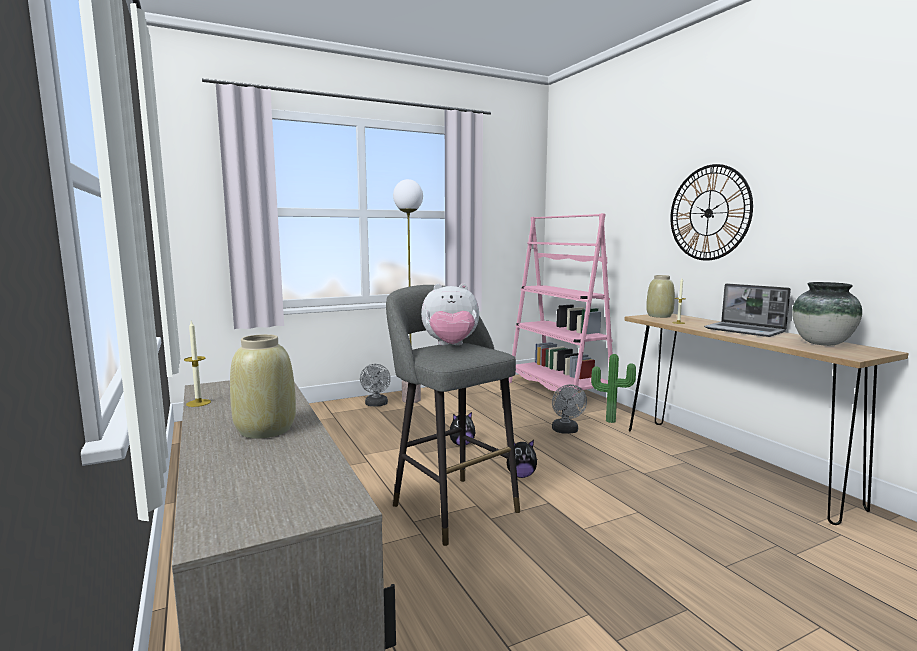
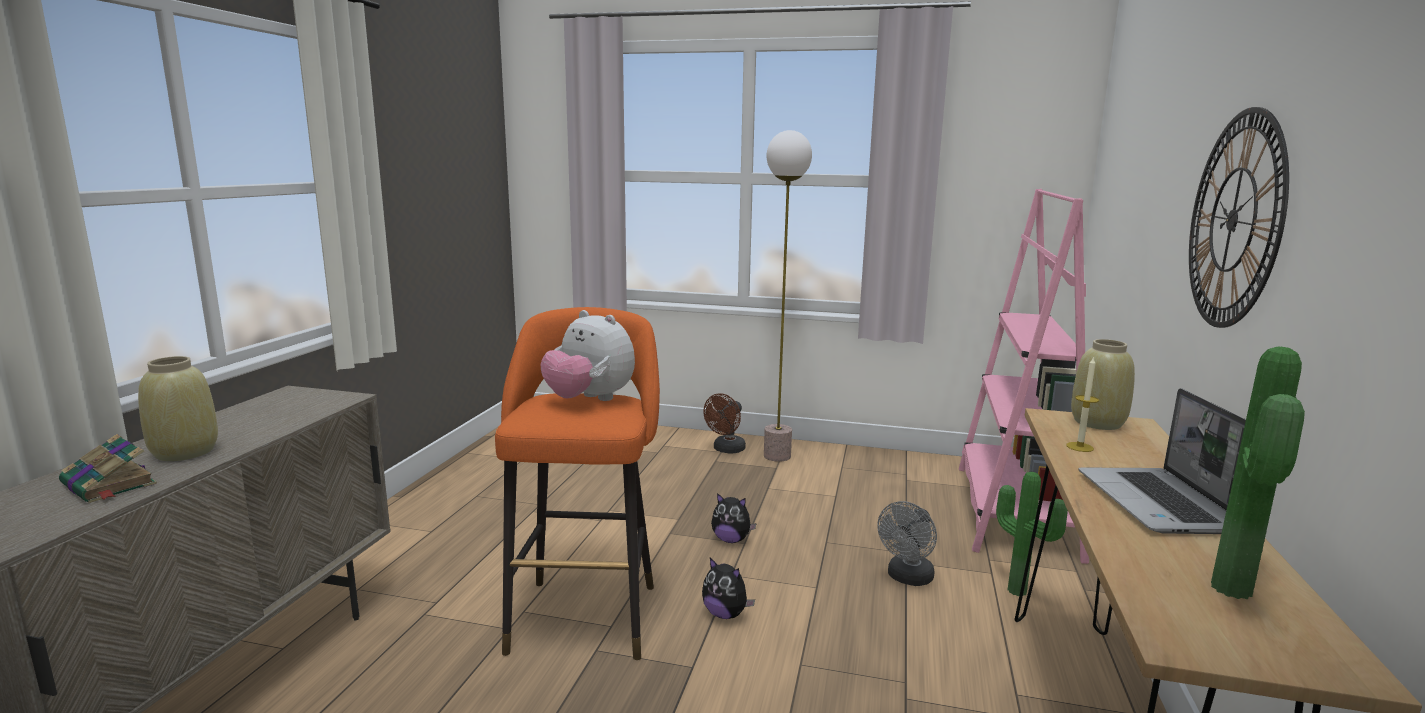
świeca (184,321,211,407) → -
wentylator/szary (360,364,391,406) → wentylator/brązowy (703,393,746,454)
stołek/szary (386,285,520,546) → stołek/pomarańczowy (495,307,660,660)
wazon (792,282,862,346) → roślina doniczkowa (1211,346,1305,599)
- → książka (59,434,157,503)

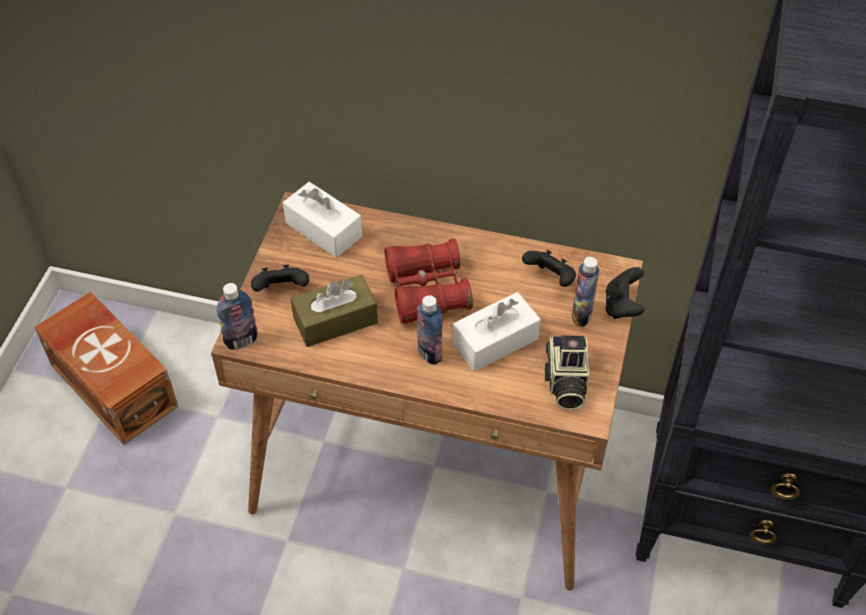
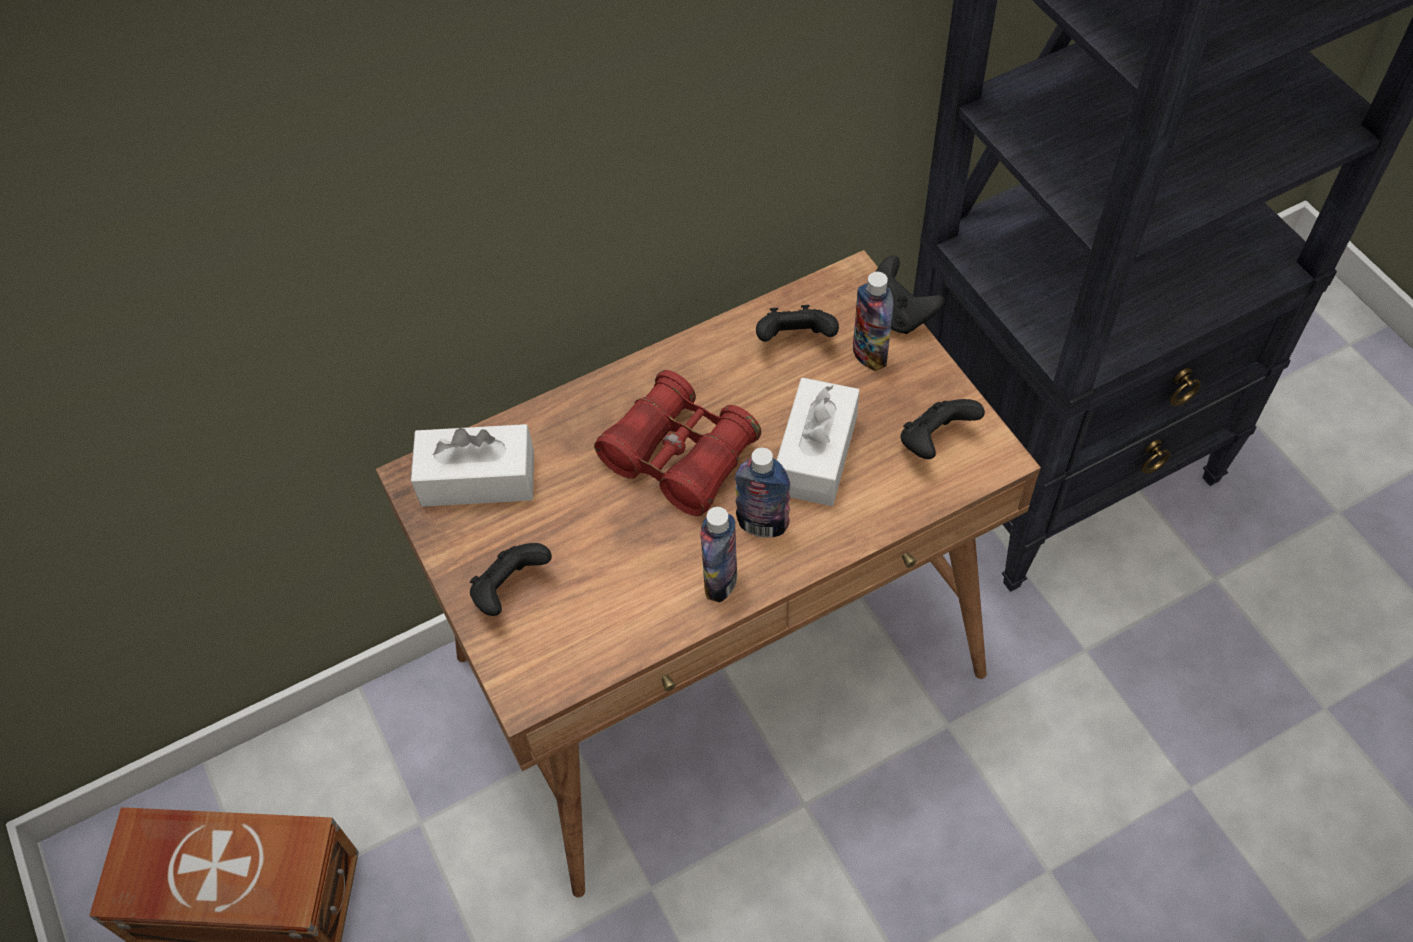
butelka (217,283,258,349) → butelka (700,507,737,602), move
pudełko chusteczek/brązowy (290,274,378,347) → -
aparat fotograficzny (545,335,589,410) → pad do gier/czarny (901,399,985,459)

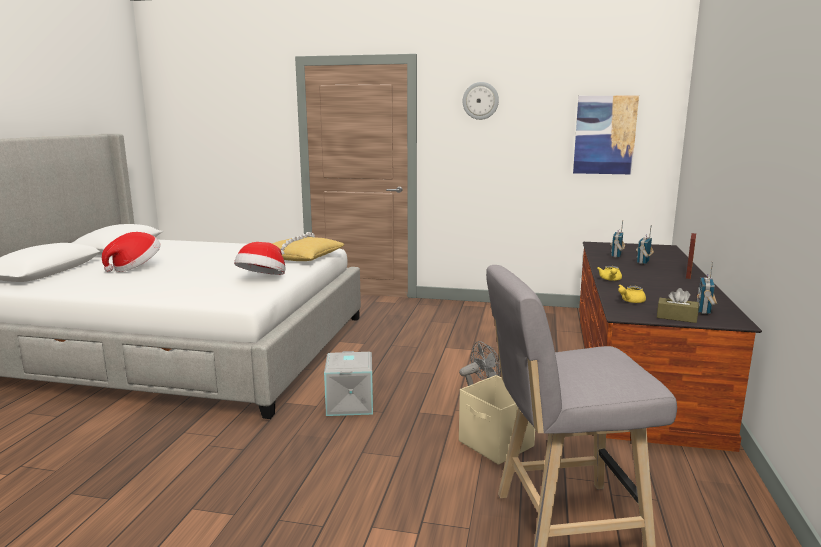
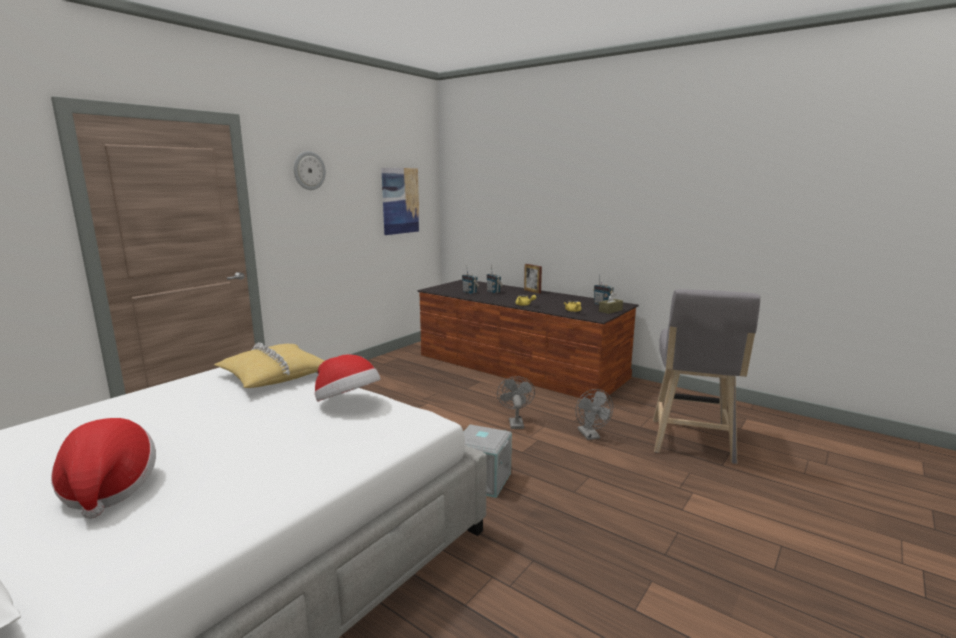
pojemnik do przechowywania/beżowy (459,375,535,465) → wentylator/szary (576,389,613,440)

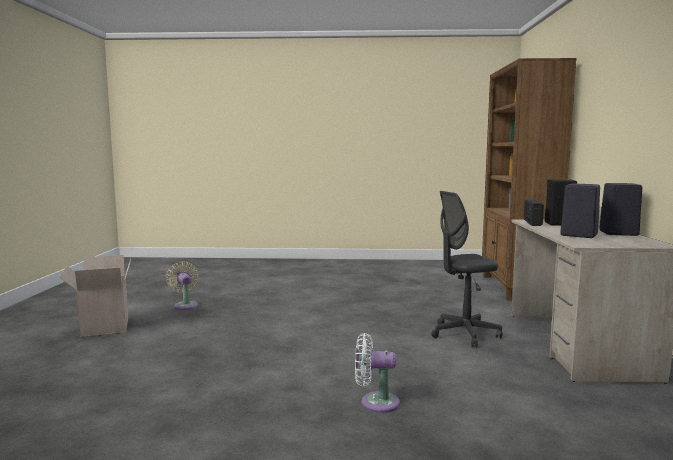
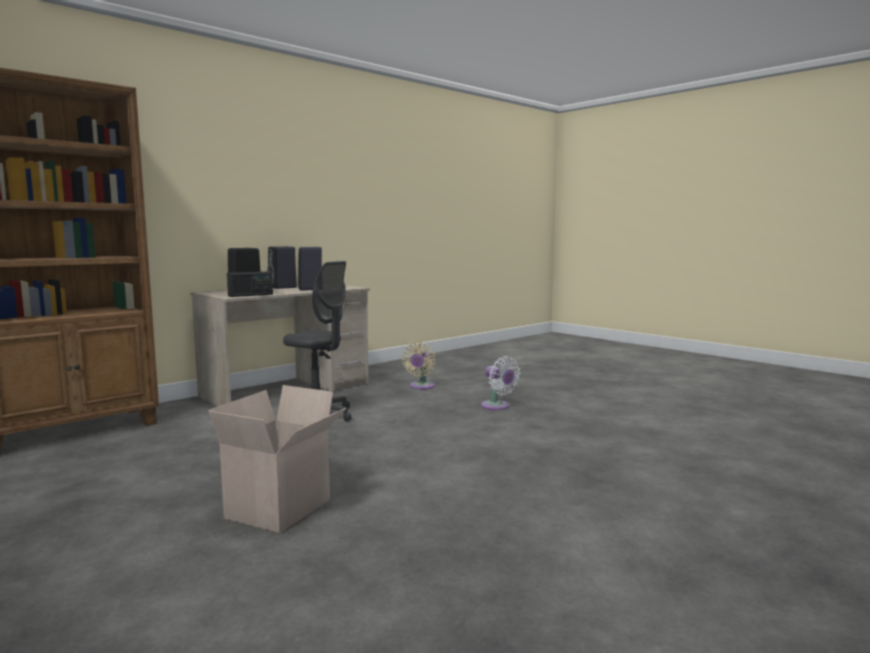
karton (59,255,131,337) → karton (208,385,346,533), move
wentylator/beżowy (166,262,198,310) → wentylator/beżowy (402,342,436,390), move

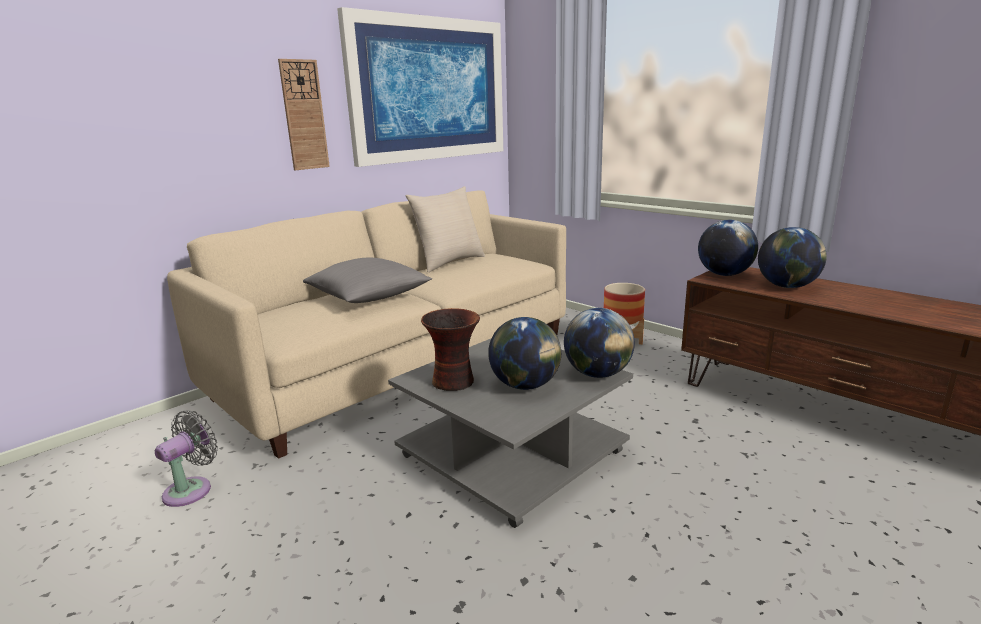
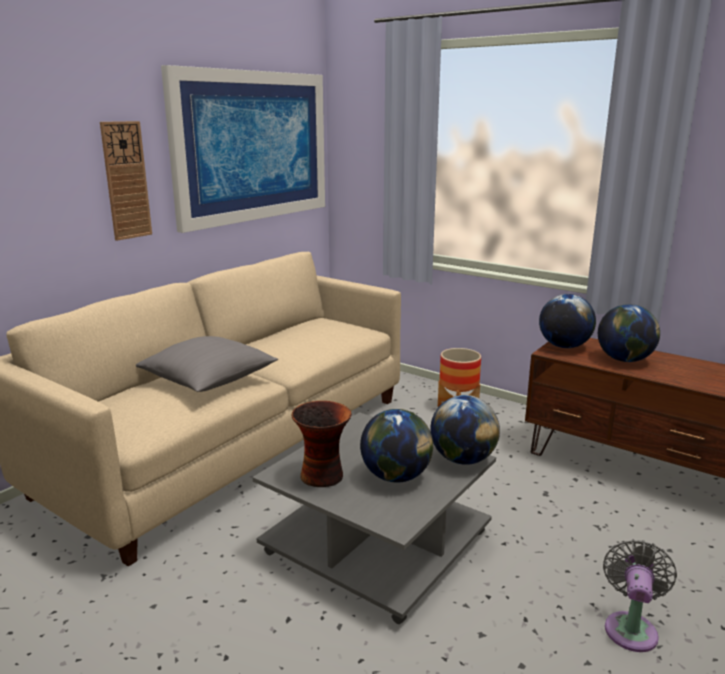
wentylator/szary (155,410,218,507) → wentylator/szary (603,539,677,652), move
poduszka/beżowy (405,186,485,272) → -

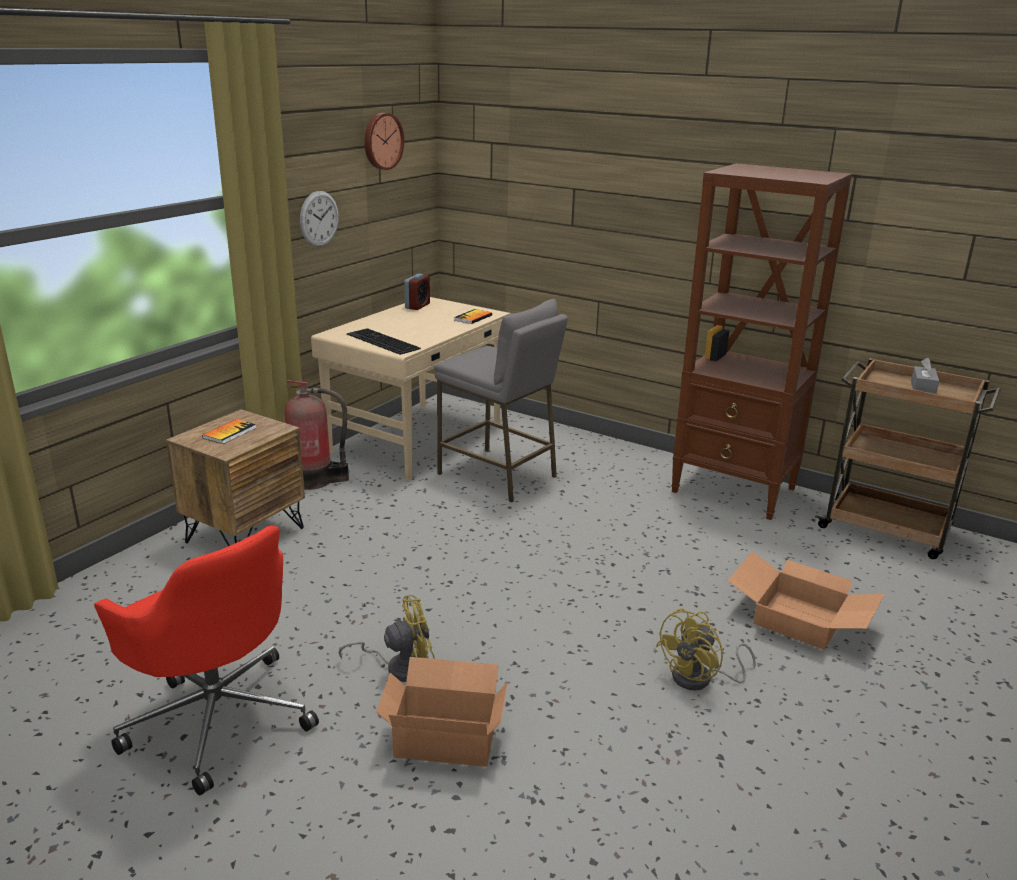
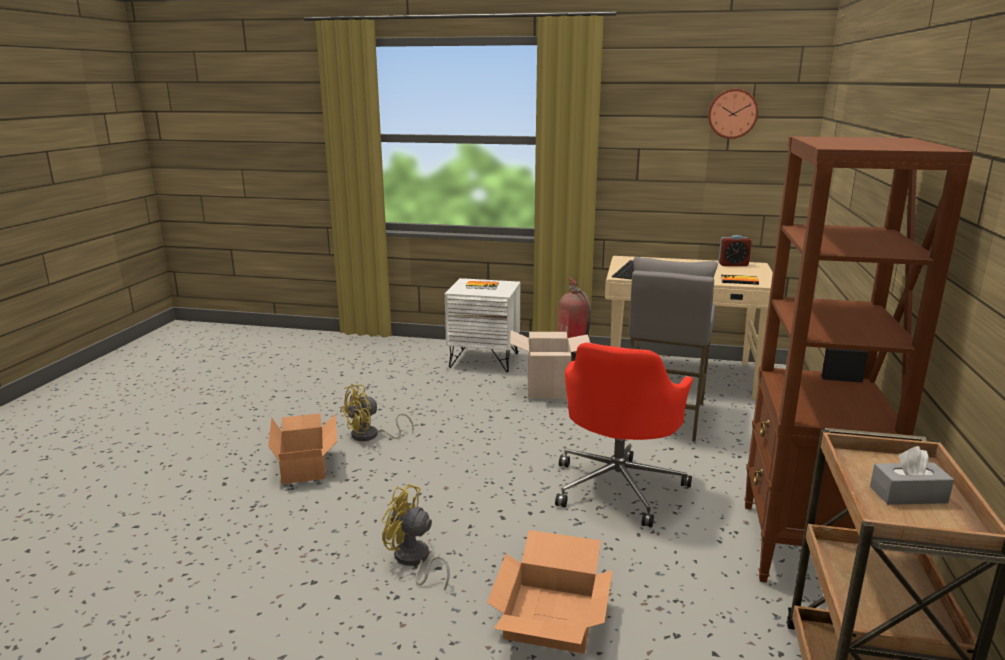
krzesło biurowe/czerwony (94,526,319,795) → krzesło biurowe/czerwony (555,342,693,528), move
szafka nocna/brązowy (166,409,305,546) → szafka nocna/biały (445,278,520,372)
zegar ścienny (300,191,339,247) → -
wentylator/żółty (339,595,435,682) → wentylator/żółty (340,384,414,441), 90 degrees clockwise
- → karton (510,330,590,399)

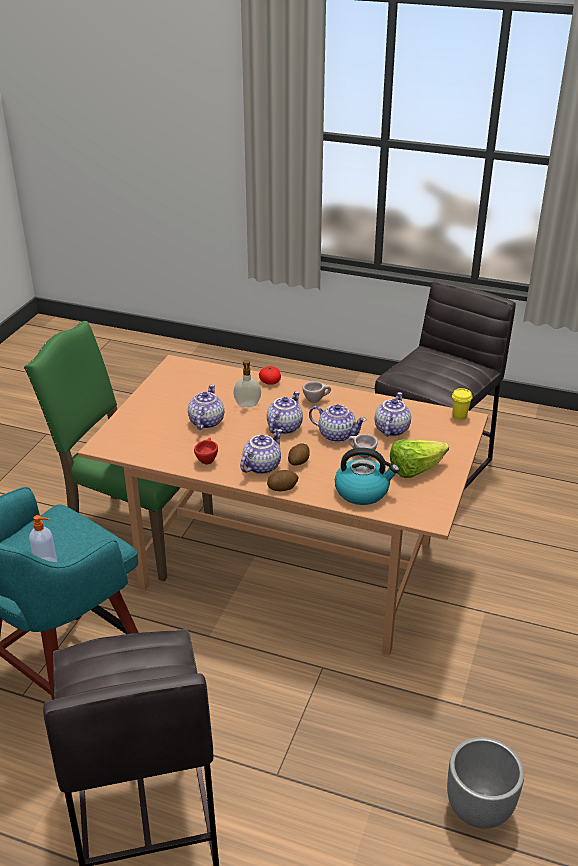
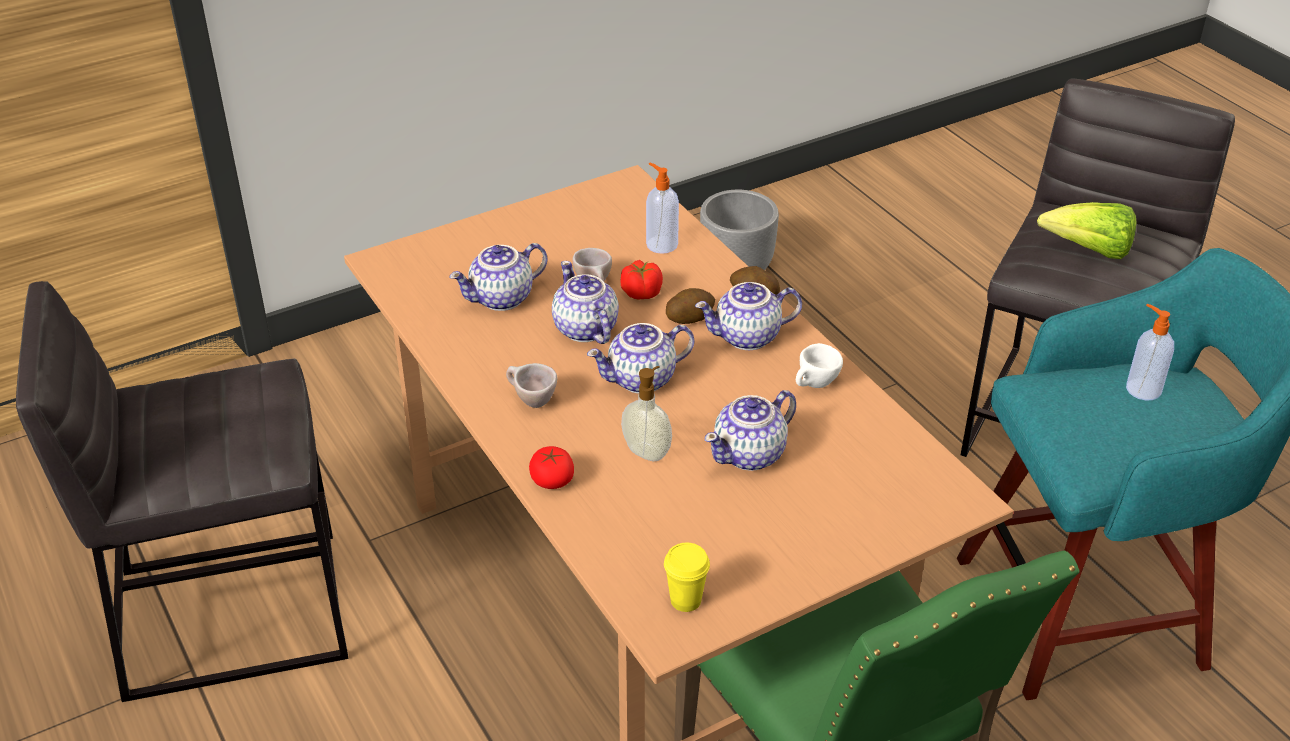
filiżanka/czerwony (194,438,218,464) → filiżanka/biały (796,343,843,388)
czajnik (335,448,399,505) → dozownik mydła (646,163,679,254)
sałata (390,439,449,478) → sałata (1037,202,1137,259), move
filiżanka/żółty (452,388,472,420) → filiżanka/żółty (664,543,710,612), move
- → pomidor (620,260,663,299)

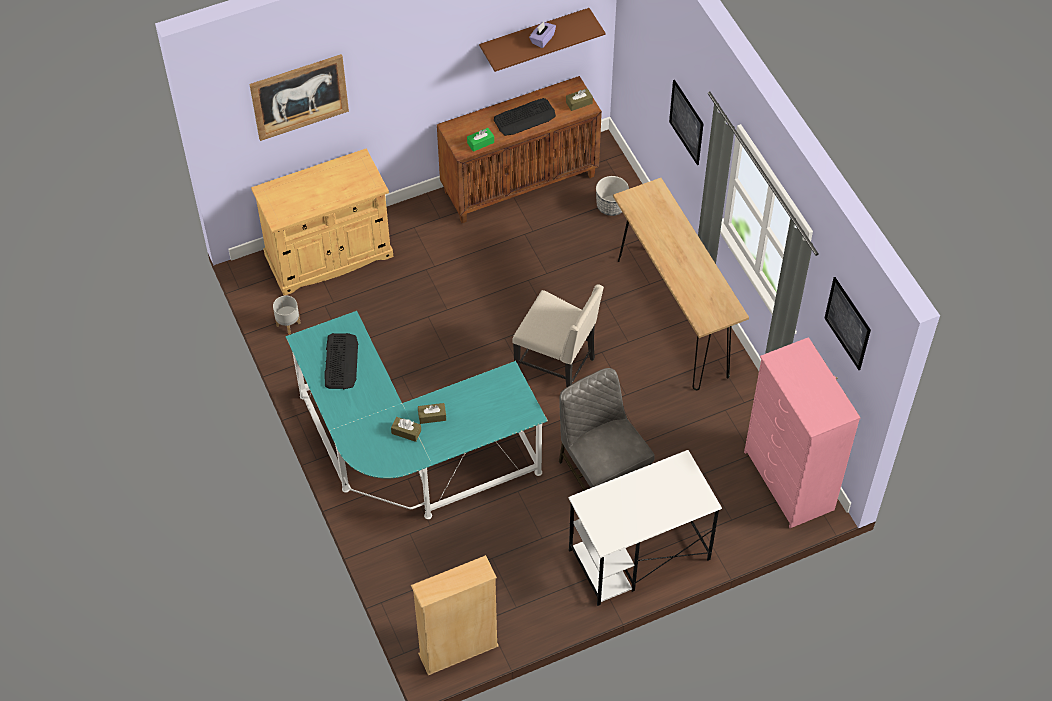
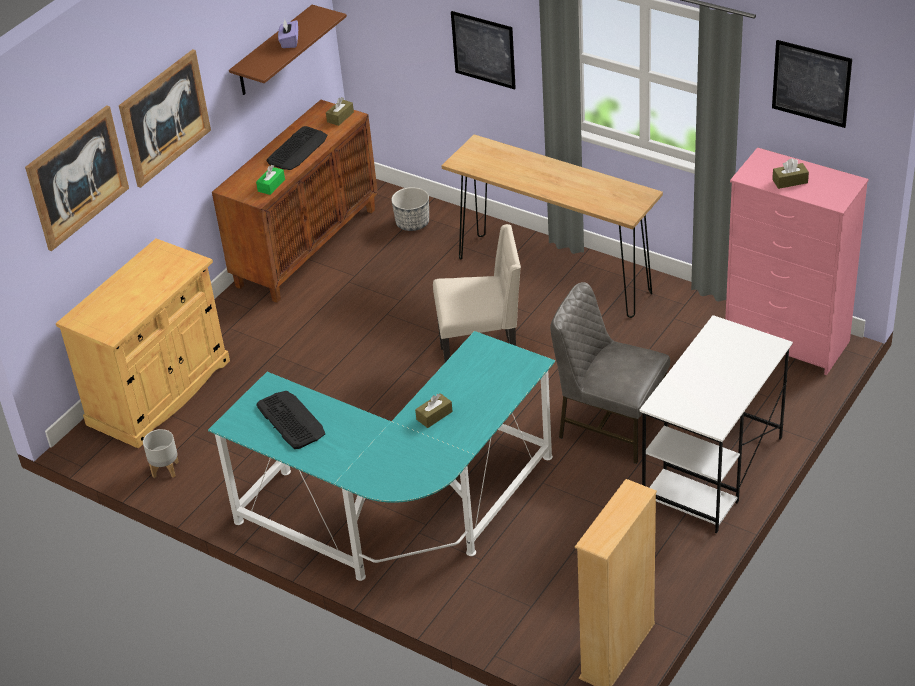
pudełko chusteczek/brązowy (391,417,421,442) → pudełko chusteczek/brązowy (772,158,809,189), move
- → obraz (119,49,211,188)

